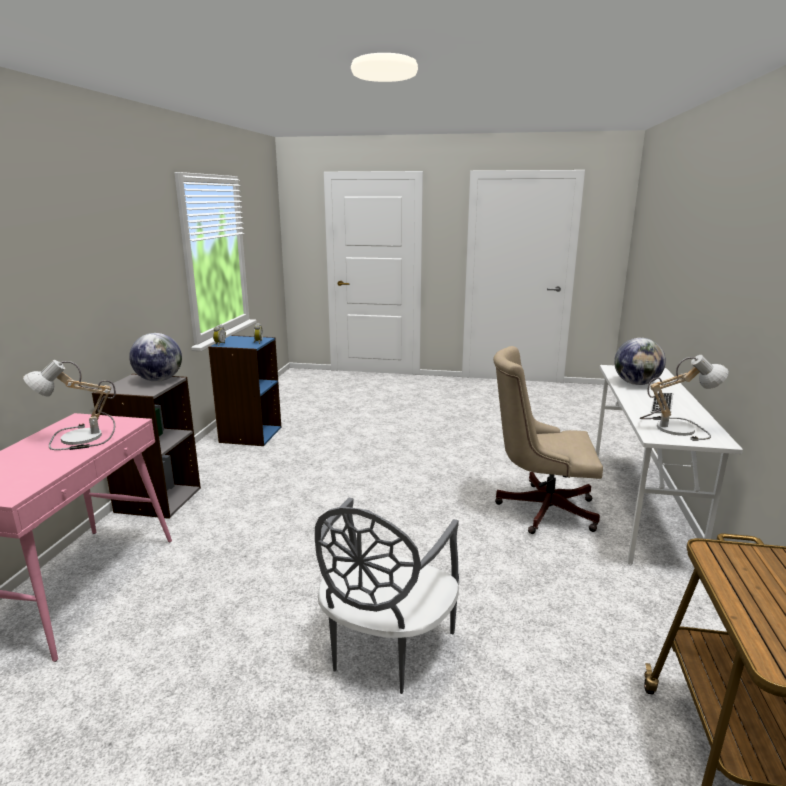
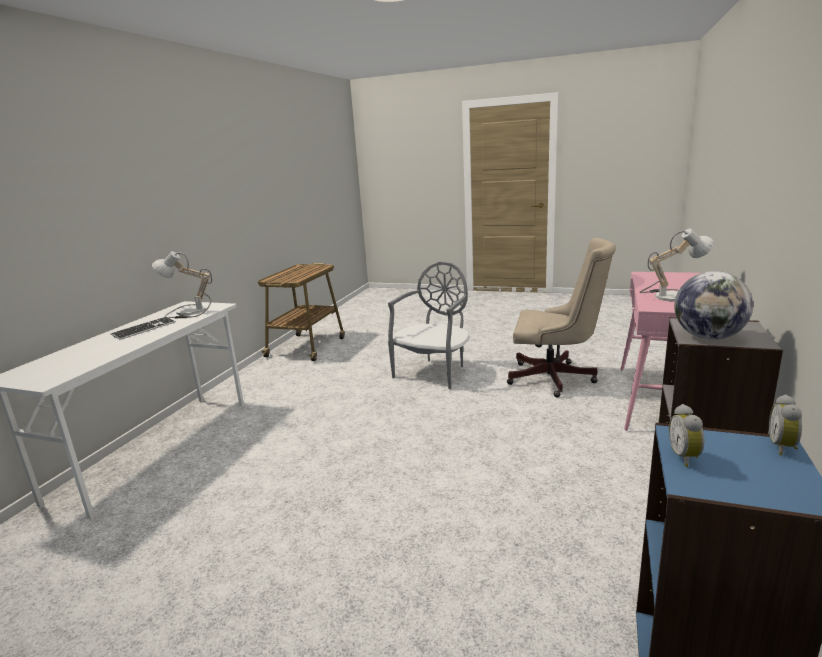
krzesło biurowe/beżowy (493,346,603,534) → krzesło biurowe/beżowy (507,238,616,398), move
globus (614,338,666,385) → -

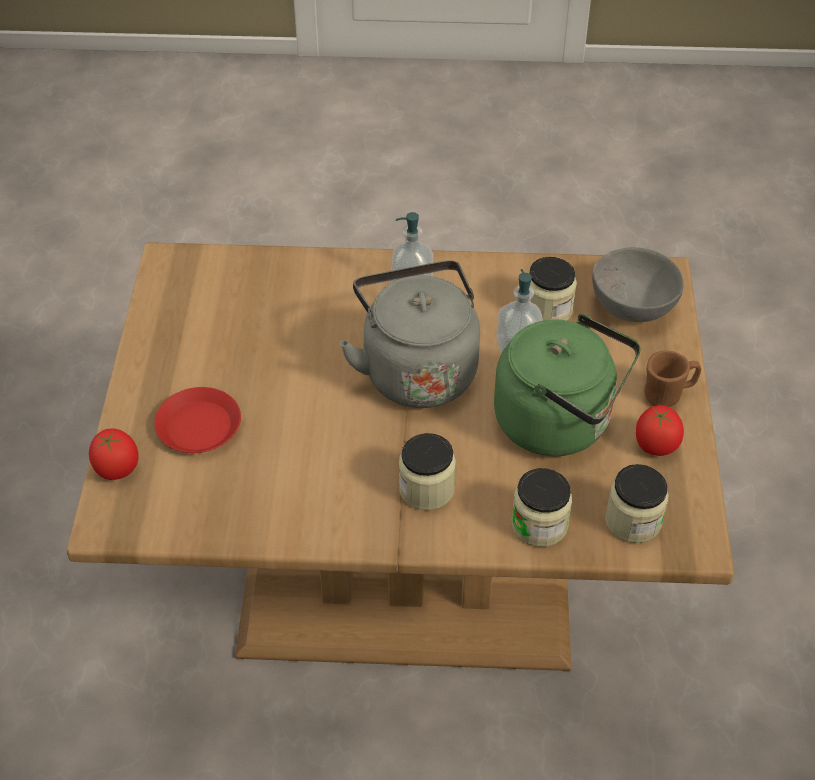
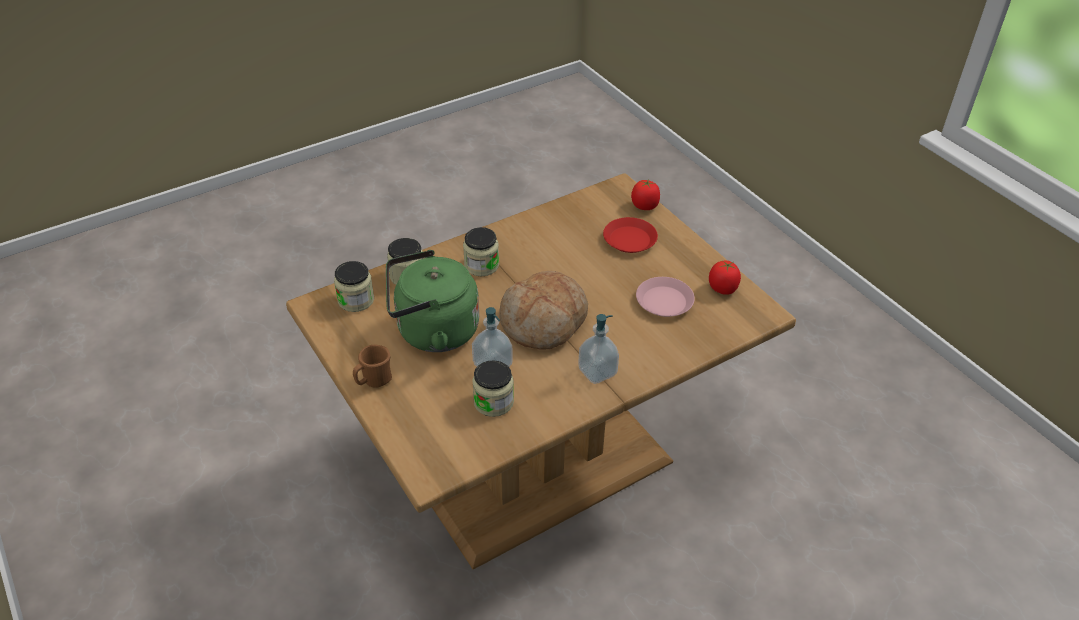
czajnik/szary (339,260,480,408) → chleb (499,271,588,350)
miska/szary (592,247,684,322) → -
pomidor (636,405,684,456) → pomidor (709,261,741,295), move
- → talerz/różowy (636,277,695,317)

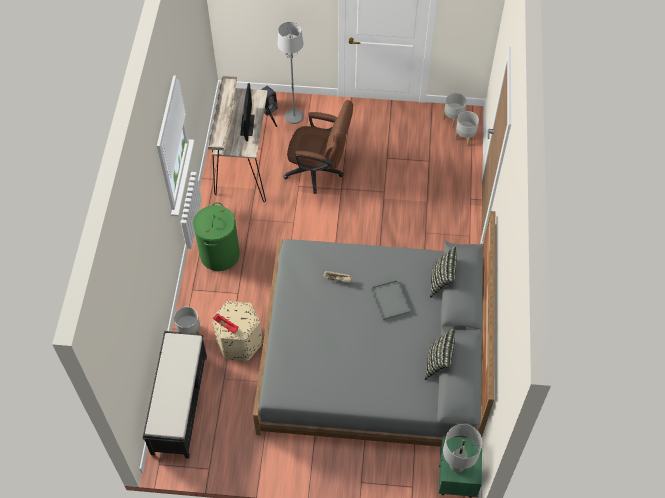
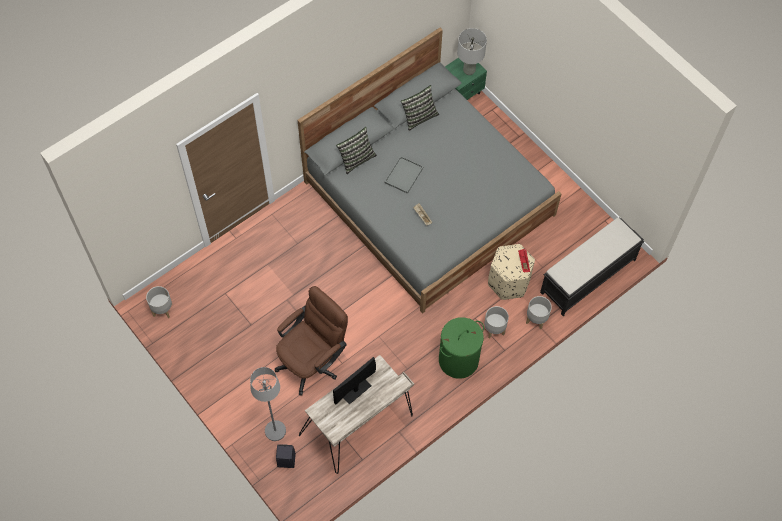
krzesło biurowe/brązowy (283,100,353,194) → krzesło biurowe/brązowy (275,286,348,396), 75 degrees clockwise
donica/szary (455,111,479,146) → donica/szary (484,306,509,339), move

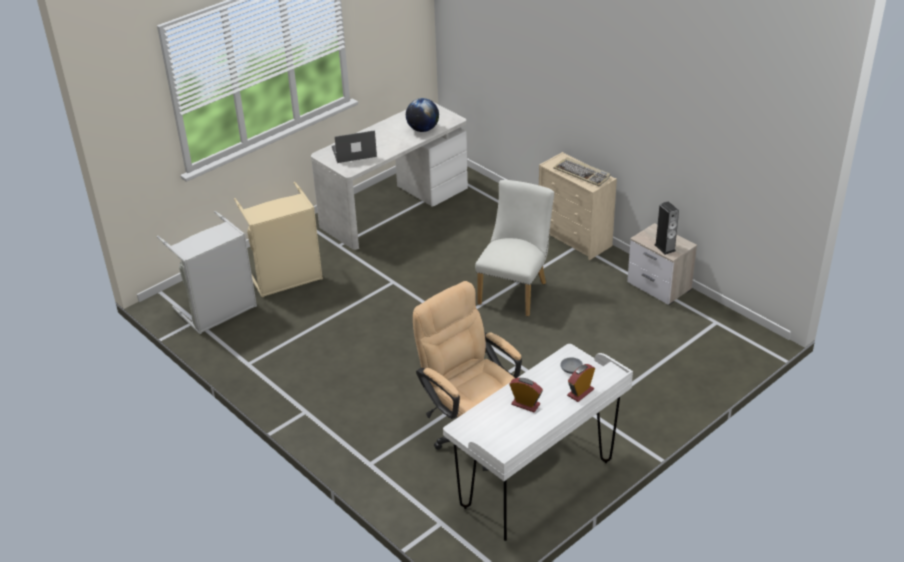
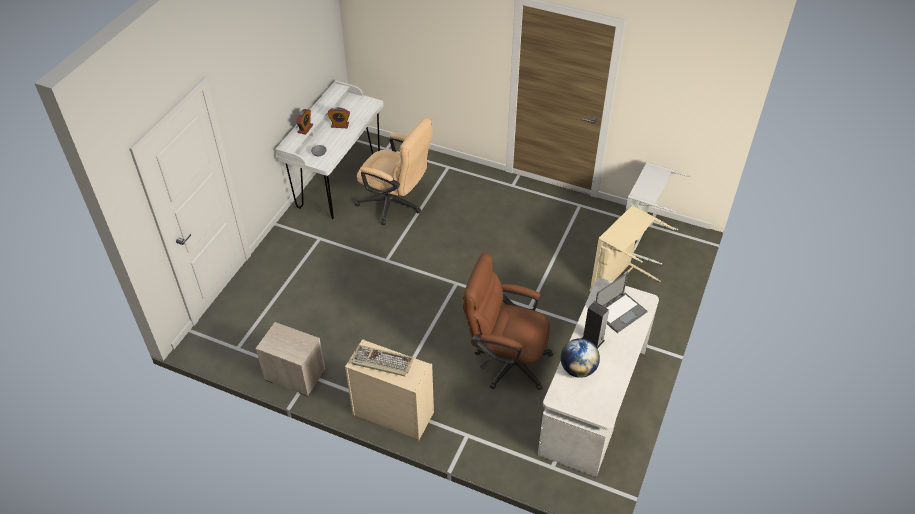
krzesło/biały (475,180,554,316) → -
głośnik (654,201,679,255) → głośnik (581,301,609,349), move
- → krzesło biurowe/brązowy (463,253,553,390)

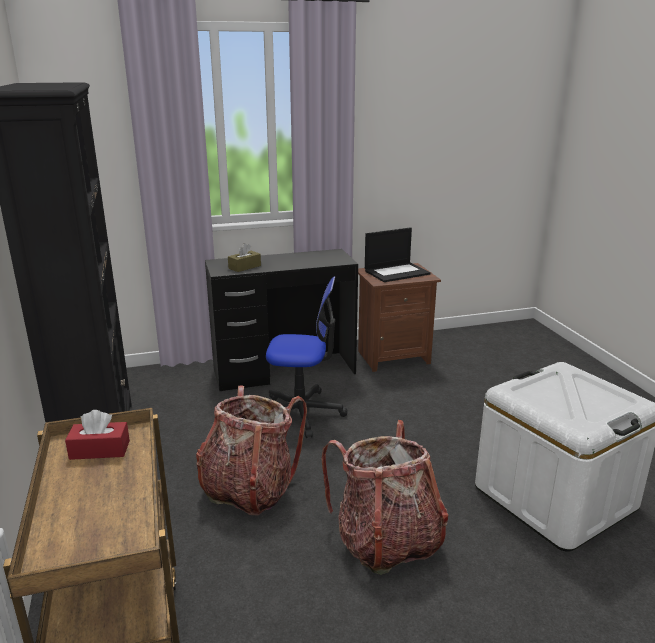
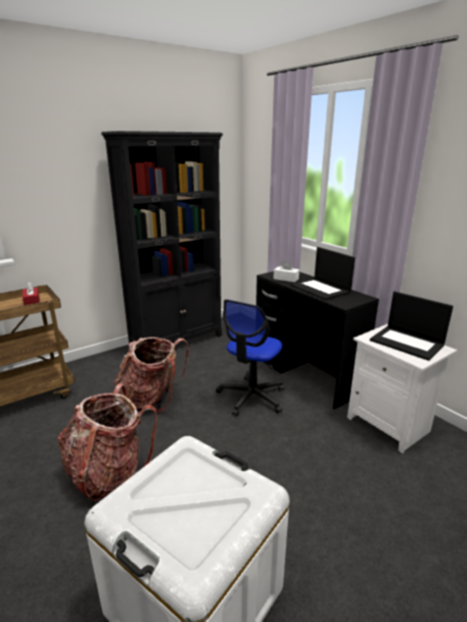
pudełko chusteczek/brązowy (228,243,261,272) → pudełko chusteczek/biały (273,260,299,282)
krzesło biurowe (266,276,348,438) → krzesło biurowe (216,299,284,416), 45 degrees clockwise
szafka nocna/brązowy (358,263,441,372) → szafka nocna/biały (347,324,457,454)
- → laptop (290,247,355,300)

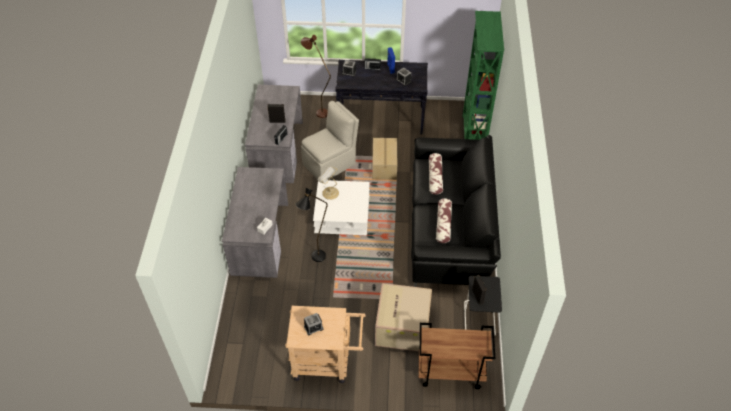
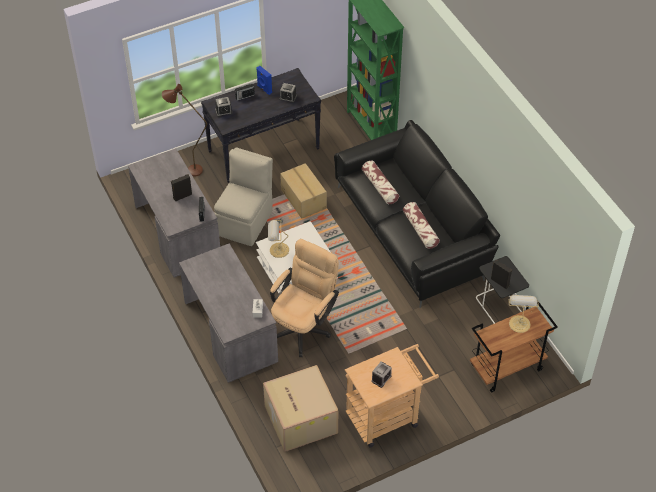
lampa stojąca/czarny (295,188,328,262) → krzesło biurowe/beżowy (270,239,339,357)
karton (375,283,432,351) → karton (263,365,338,452), move
- → lampa stołowa (509,295,539,333)

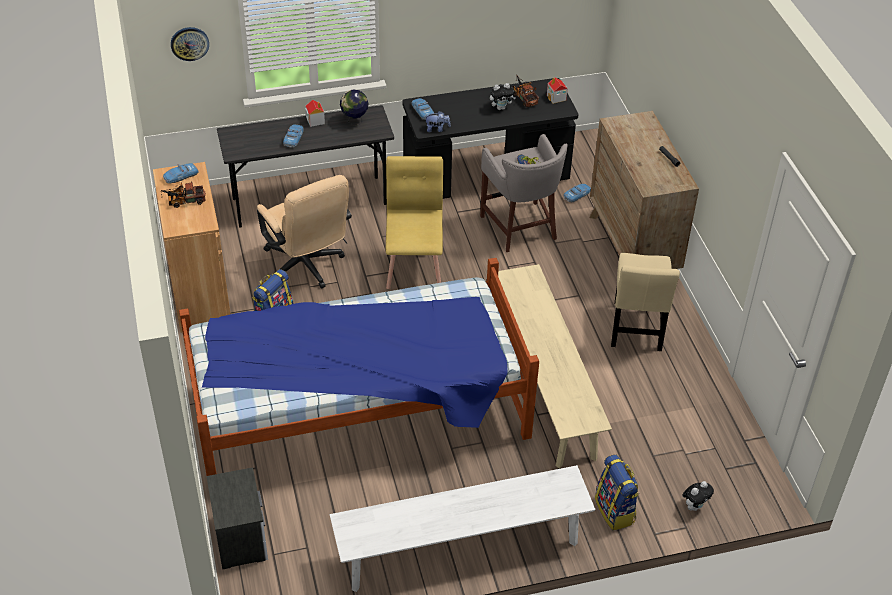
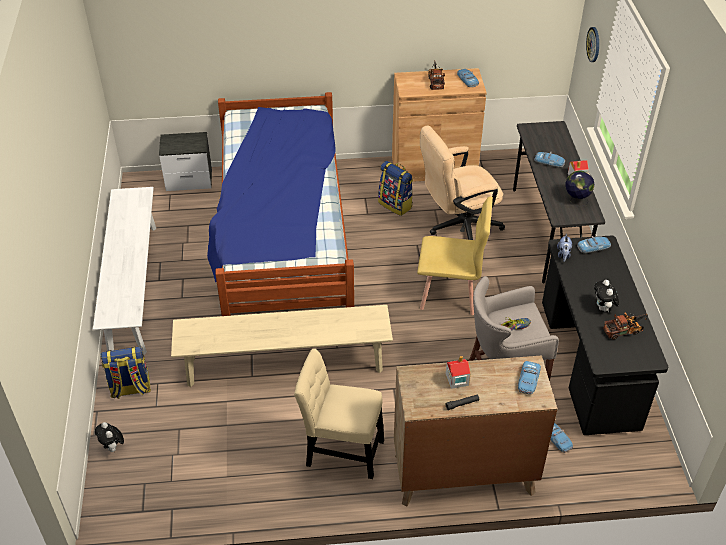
domek (547,77,567,104) → domek (446,356,471,389), move
- → samochodzik (518,361,541,395)

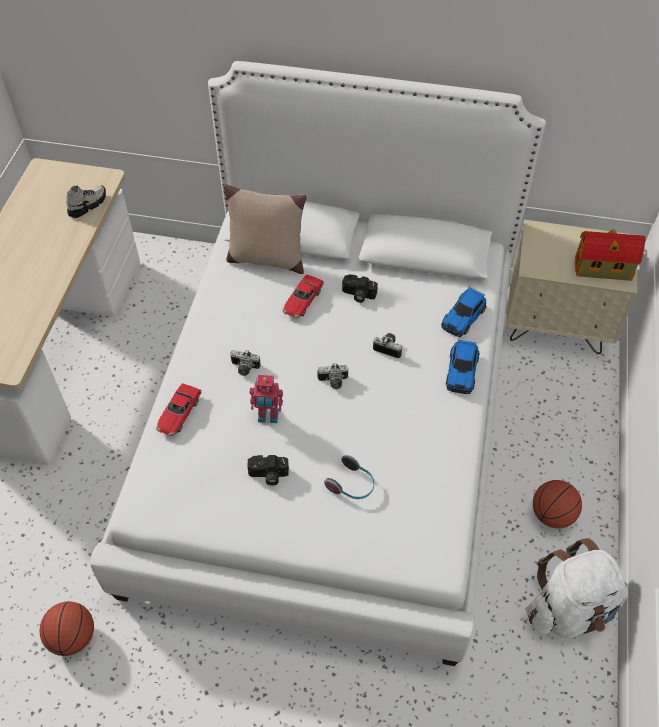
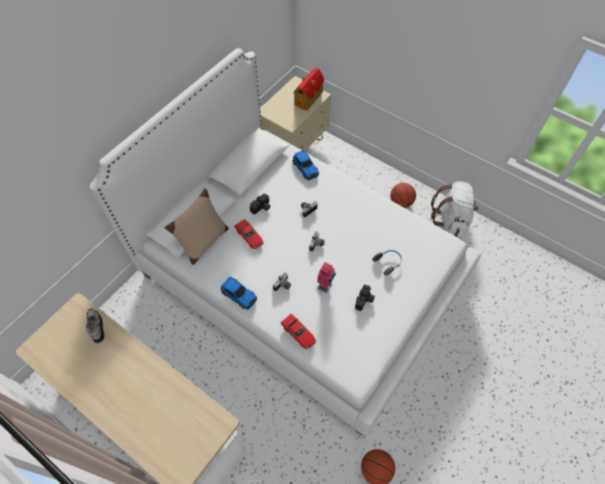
samochodzik (446,340,480,394) → samochodzik (220,277,257,310), move

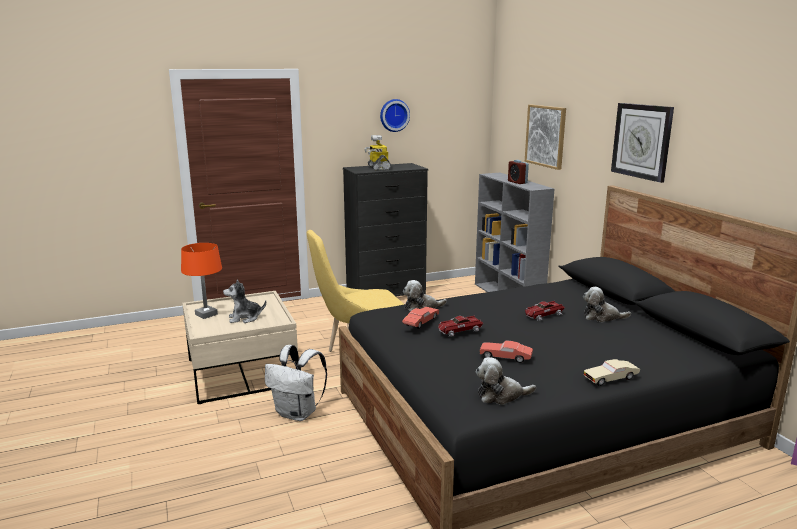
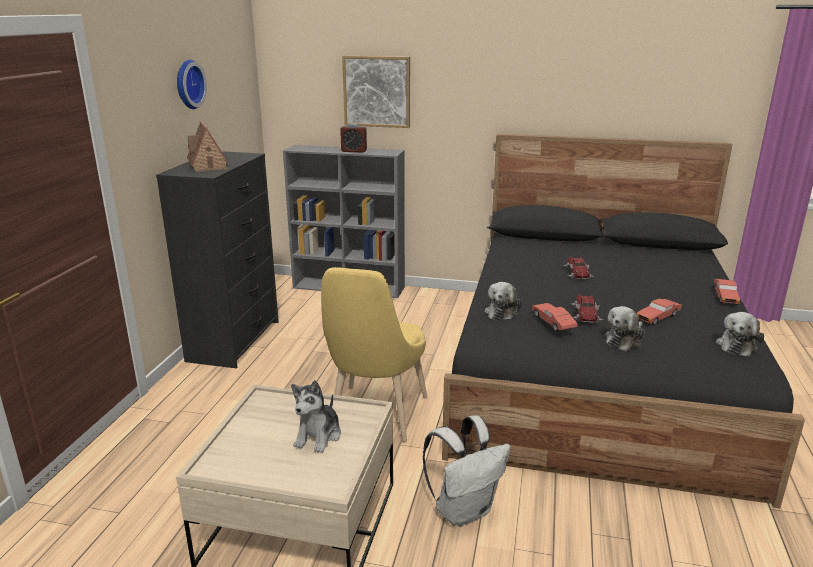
lampa stołowa/pomarańczowy (181,243,222,319) → -
robot zabawkowy (364,135,391,171) → domek (187,121,229,172)
pluszak (583,287,631,322) → pluszak (605,306,645,351), move
samochodzik/beżowy (584,359,640,386) → samochodzik/czerwony (714,279,740,305)
zegar ścienny (611,103,674,183) → -

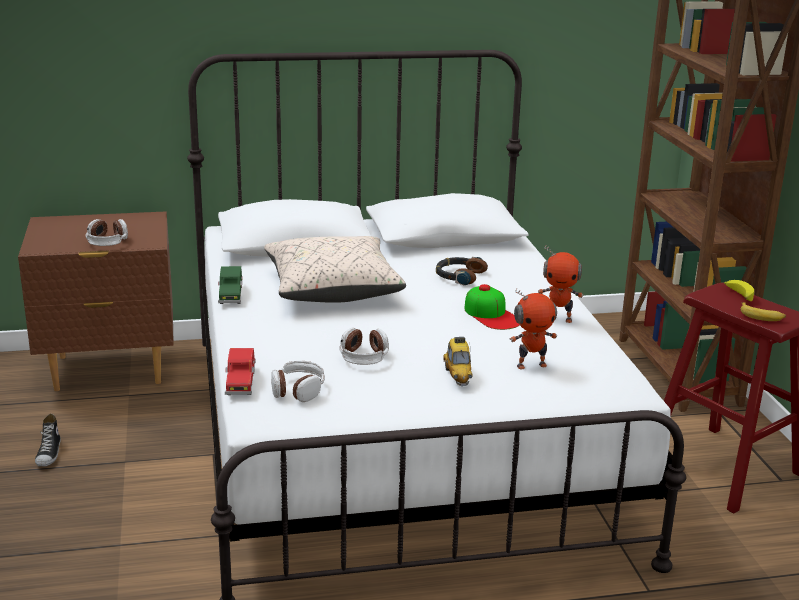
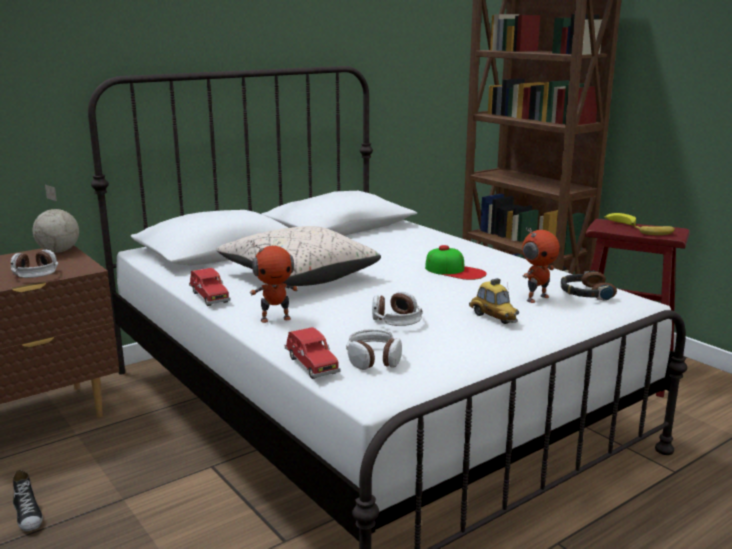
samochodzik/zielony (218,266,243,304) → samochodzik/czerwony (189,268,230,306)
słuchawki (436,257,488,285) → słuchawki (561,270,617,301), move
robot zabawkowy (538,245,583,323) → robot zabawkowy (250,241,298,323), move
- → globus (33,185,79,253)

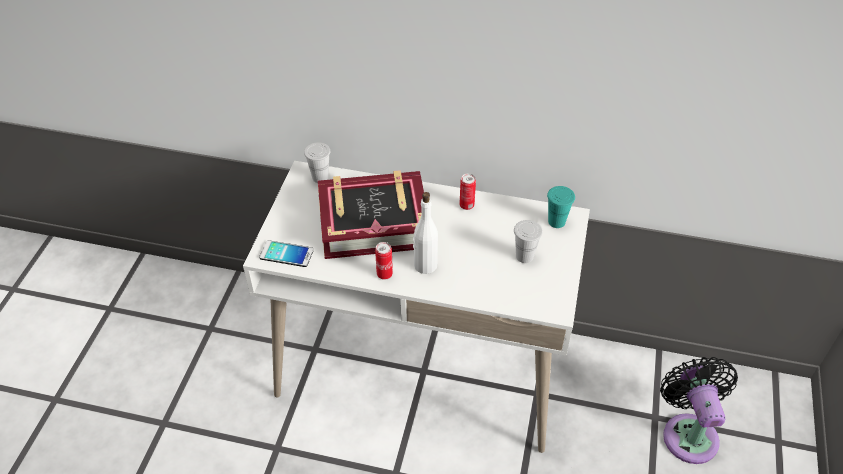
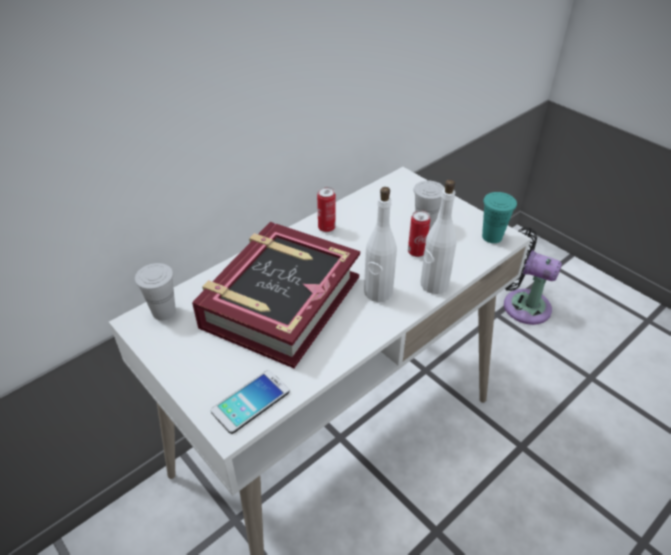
puszka (375,242,393,280) → puszka (408,210,430,257), move
filiżanka/turkusowy (547,186,575,228) → filiżanka/turkusowy (482,192,517,243), move
- → butelka/biały (421,179,457,294)

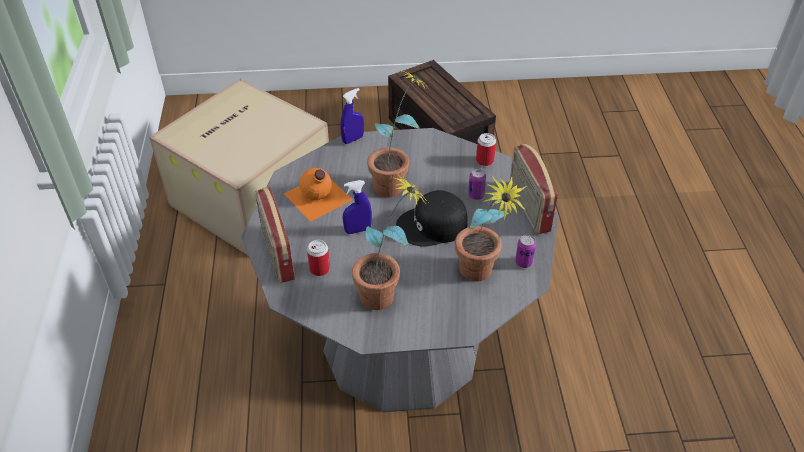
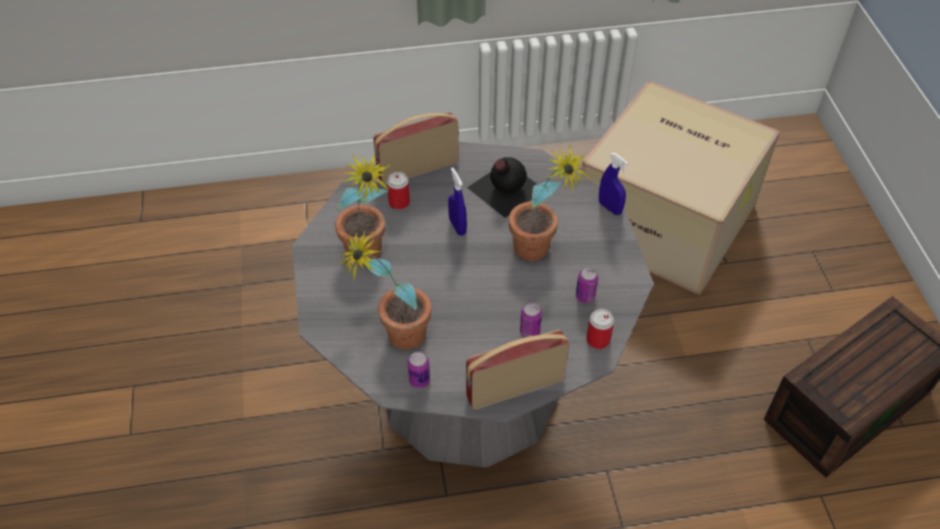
butelka/pomarańczowy (284,168,352,222) → butelka/czarny (467,157,538,218)
czapka z daszkiem/czarny (396,190,468,247) → -
- → puszka (576,267,598,303)

